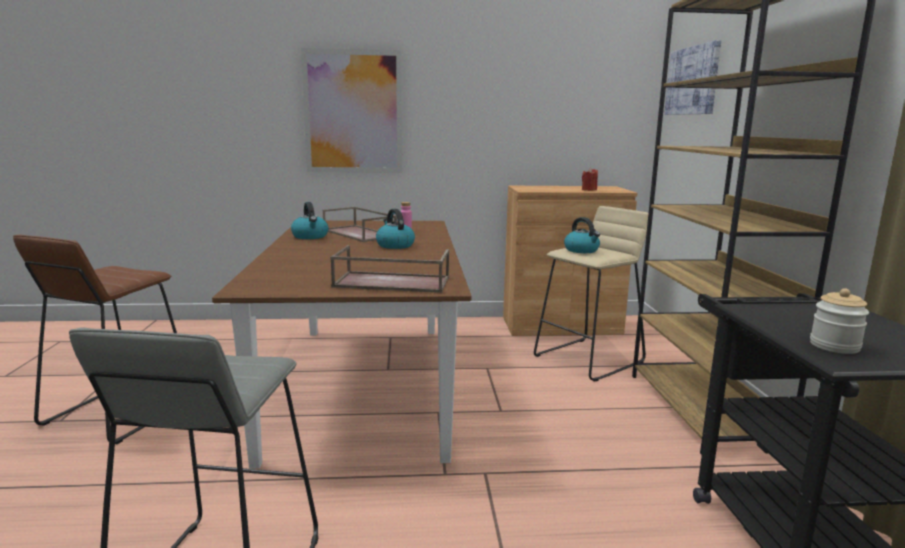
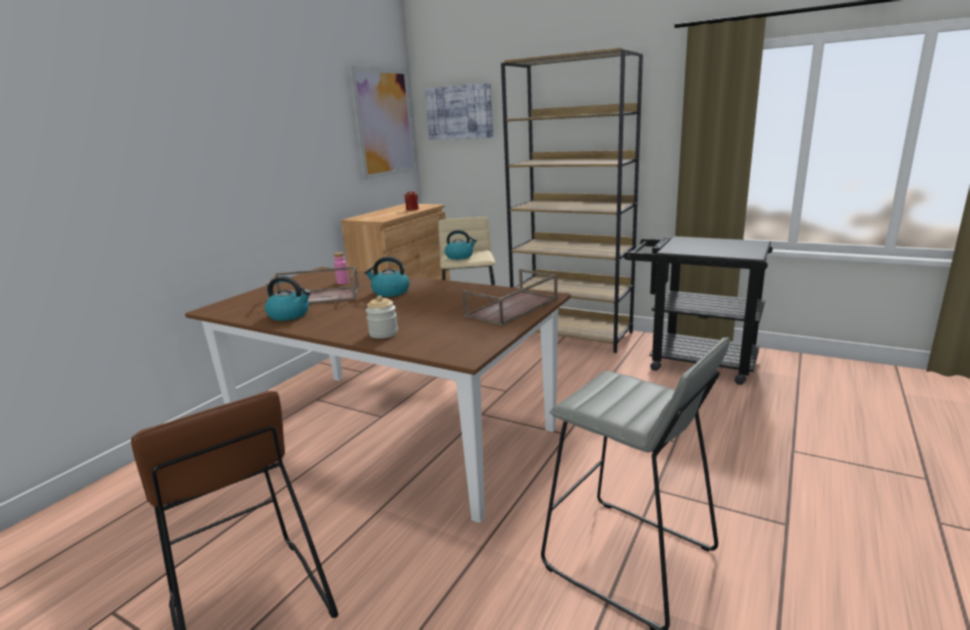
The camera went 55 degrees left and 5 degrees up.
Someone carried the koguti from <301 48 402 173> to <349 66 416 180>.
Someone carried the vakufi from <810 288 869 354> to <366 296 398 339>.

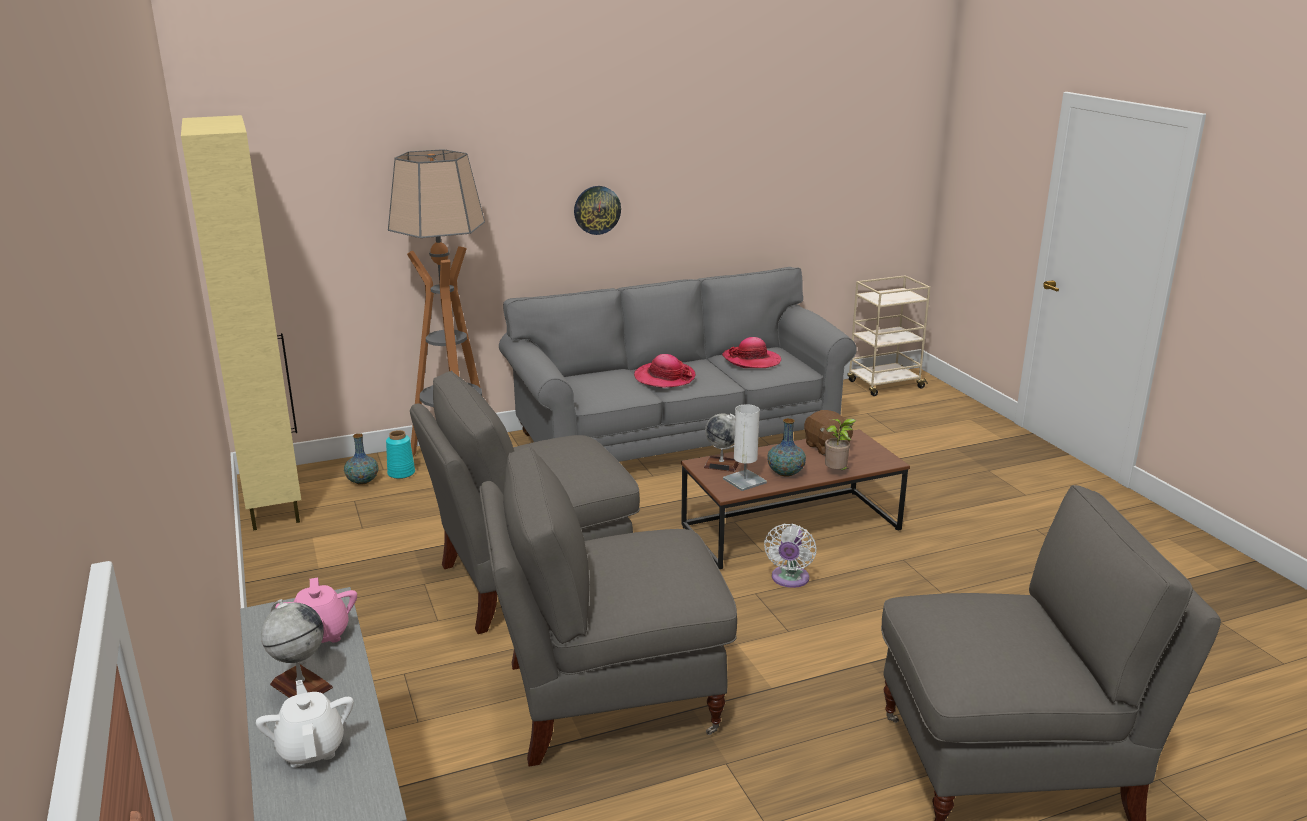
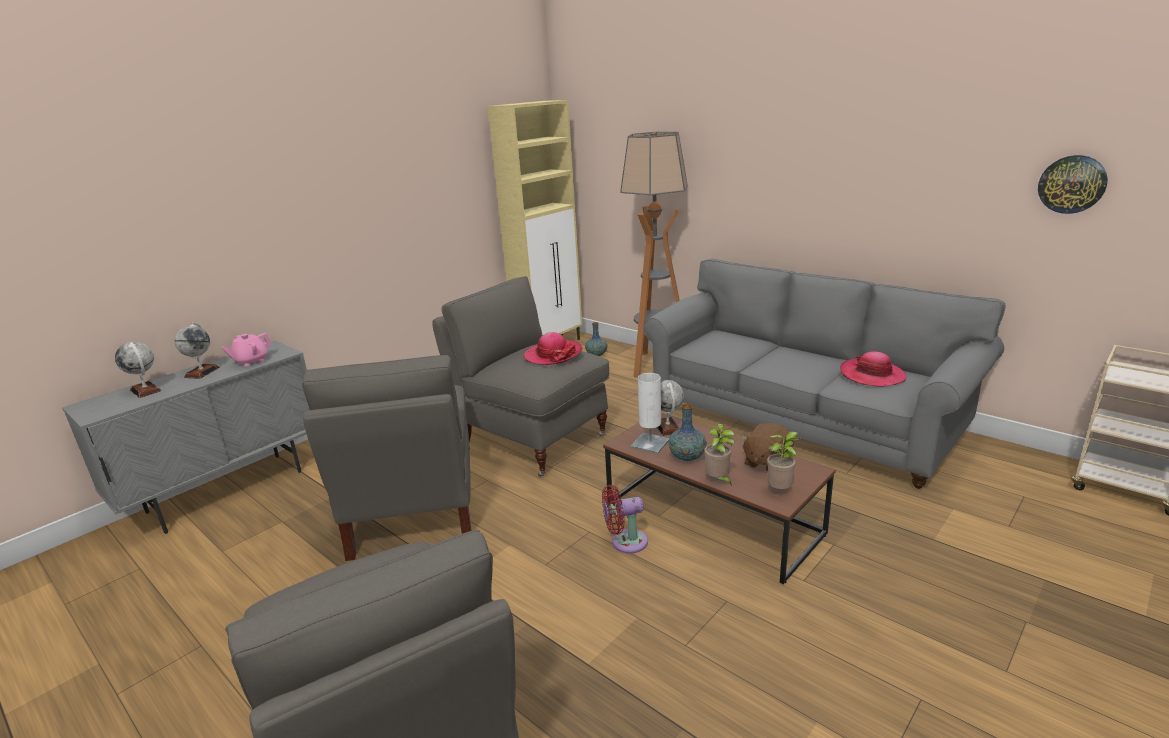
The camera went 65 degrees right and 0 degrees up.
Someone swapped the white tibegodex at <256 680 354 768> for the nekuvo at <115 342 162 398>.
Someone rotated the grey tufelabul at <479 446 737 767> by 150 degrees counterclockwise.
Someone carried the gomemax from <634 354 696 388> to <524 332 583 365>.
Someone repainted the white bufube at <764 523 816 588>, which became the red bufube at <602 485 648 554>.
Someone put down the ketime at <767 432 799 489>.
Someone carried the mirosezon from <574 186 621 235> to <1038 155 1108 214>.
Someone took away the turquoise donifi at <386 430 415 479>.

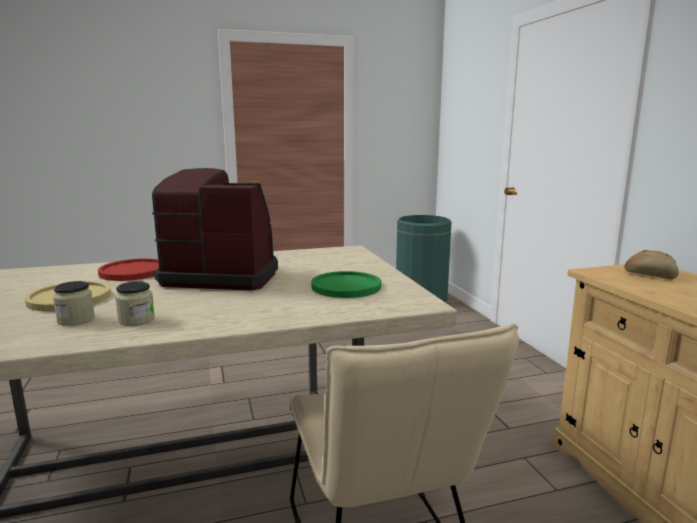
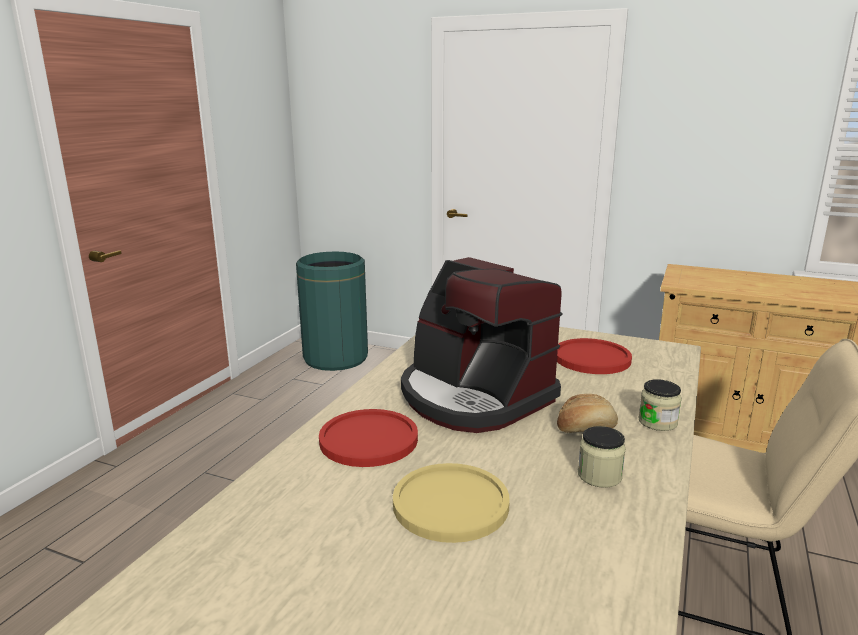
The camera went 50 degrees left and 5 degrees up.
Someone rotated the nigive at <152 168 278 291> by 90 degrees counterclockwise.
Someone repainted the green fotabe at <311 271 381 298>, which became the red fotabe at <557 338 632 374>.
Someone carried the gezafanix from <624 250 679 279> to <557 394 618 433>.
Someone carried the vakufi from <53 281 95 326> to <638 379 682 431>.

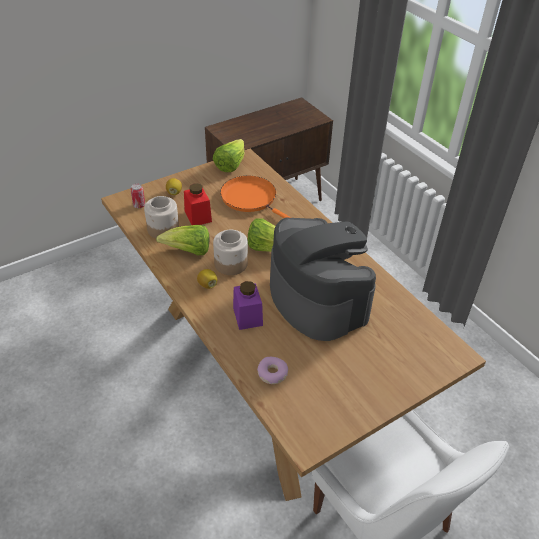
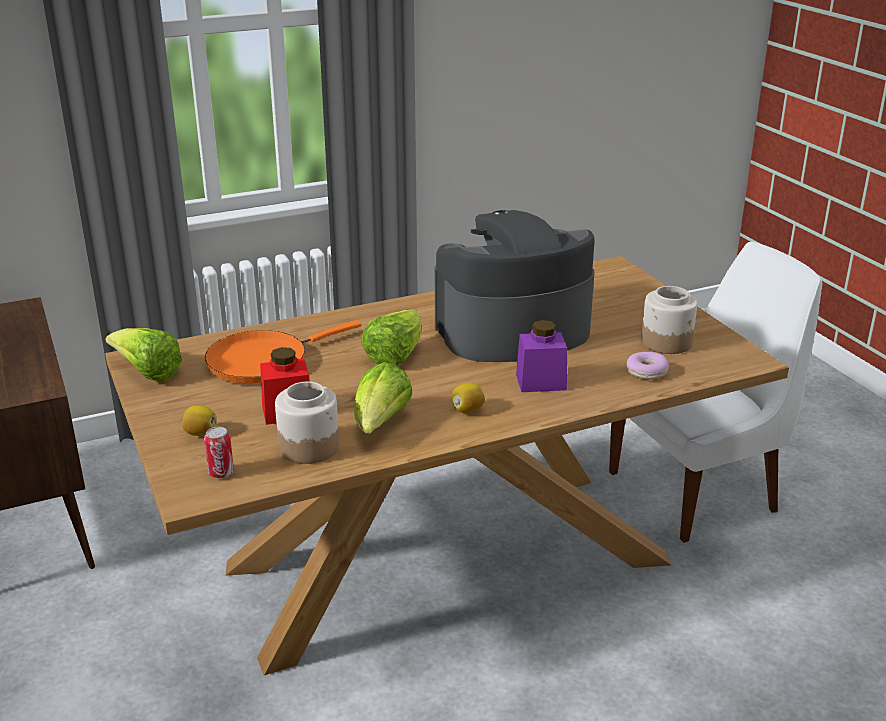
The camera went 80 degrees left and 15 degrees down.
Someone carried the vakufi from <213 230 248 275> to <641 286 697 354>.

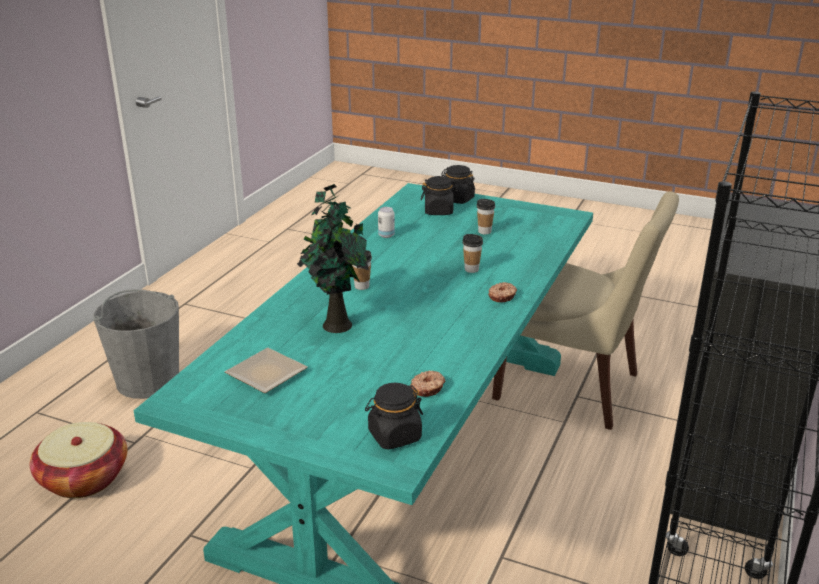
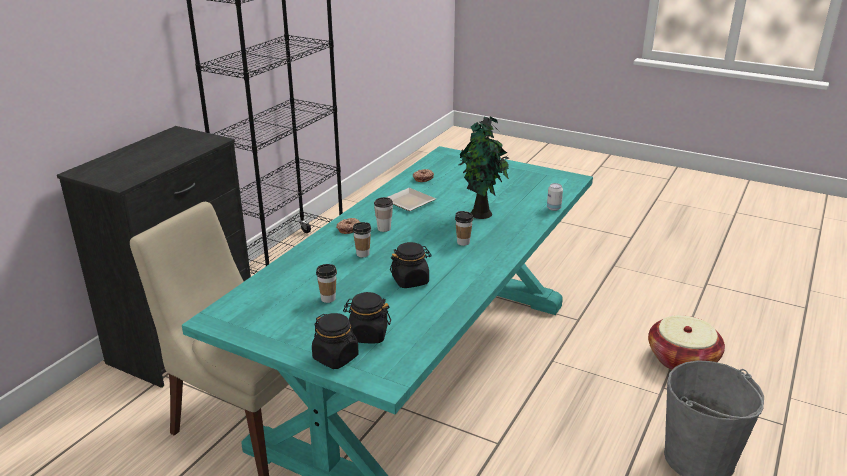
The camera went 175 degrees left and 0 degrees up.
Someone put down the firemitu at <374 197 393 232>.
Someone carried the fotabe from <225 348 308 393> to <387 188 436 211>.
Someone carried the black vakufi from <365 383 423 450> to <390 242 432 288>.
Someone carried the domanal from <378 207 395 238> to <547 183 563 211>.

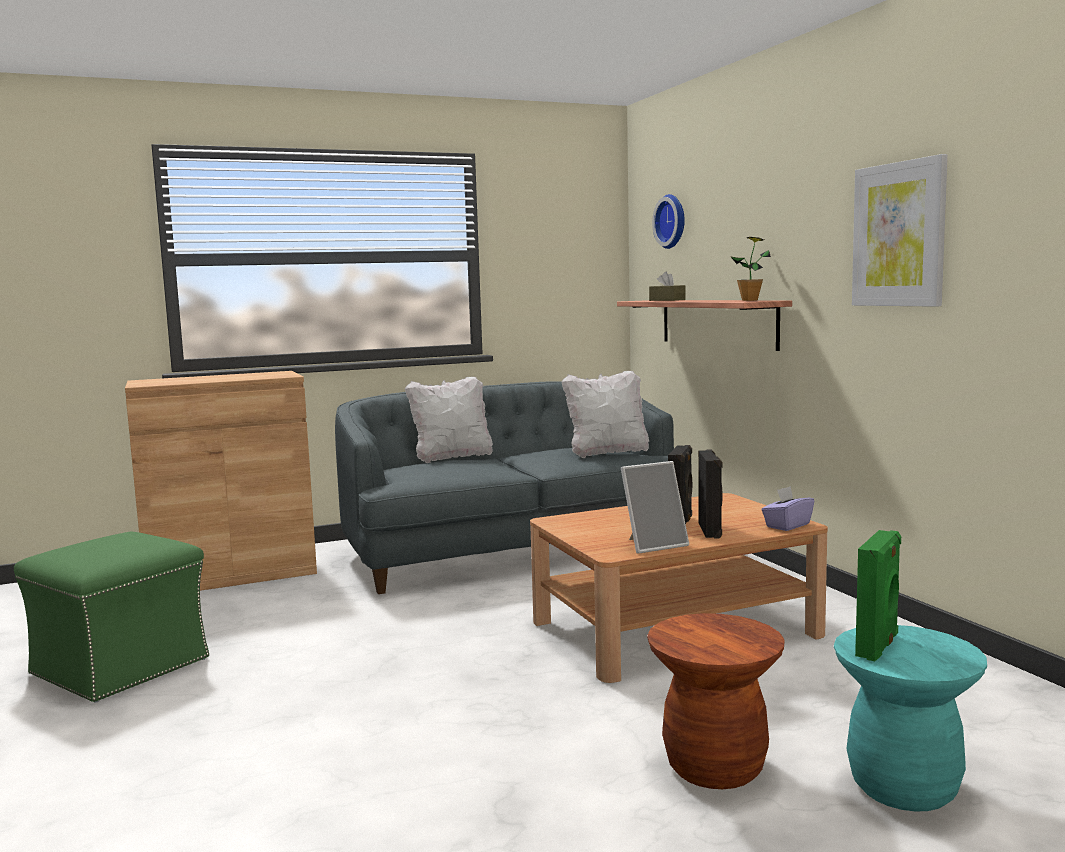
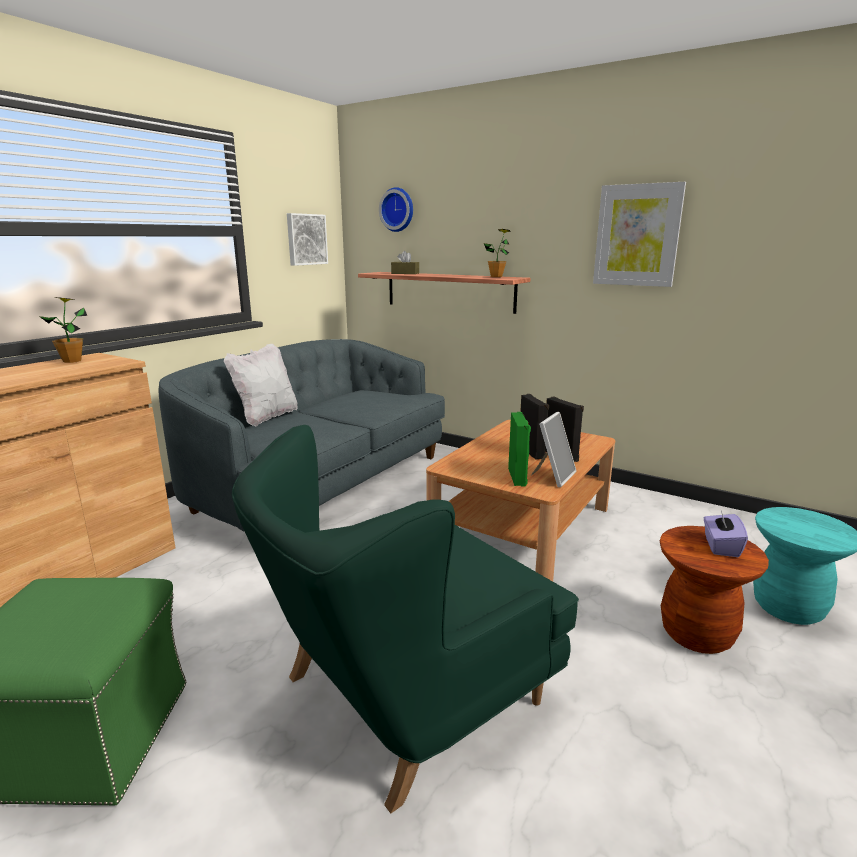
The camera went 35 degrees left and 10 degrees up.
Someone put down the ketime at <39 297 87 363>.
Someone put down the green tufelabul at <232 425 579 814>.
Someone put up the koguti at <287 213 328 266>.
Someone carried the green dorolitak from <855 530 901 661> to <508 412 531 487>.
Someone carried the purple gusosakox from <761 486 814 531> to <704 511 748 557>.
Someone took away the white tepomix at <562 371 649 458>.

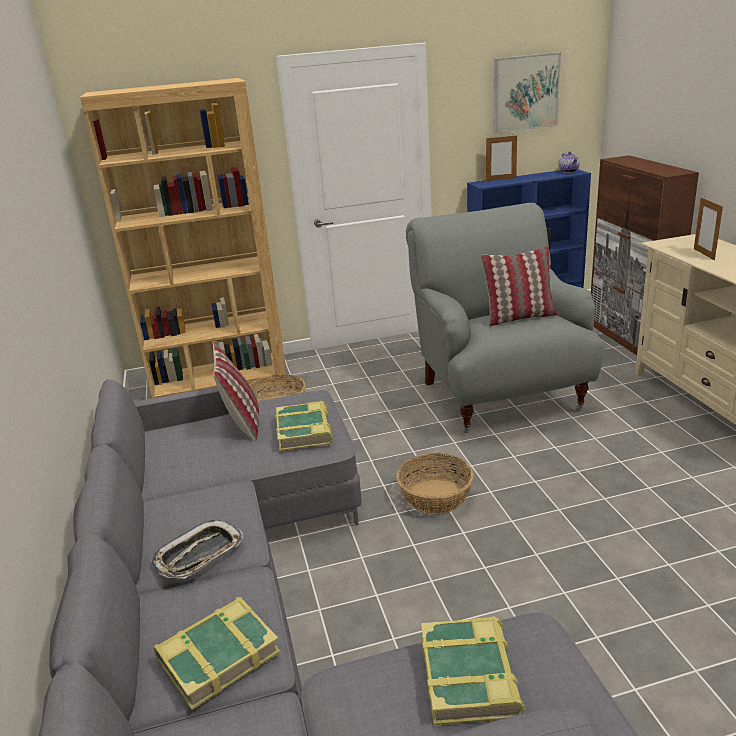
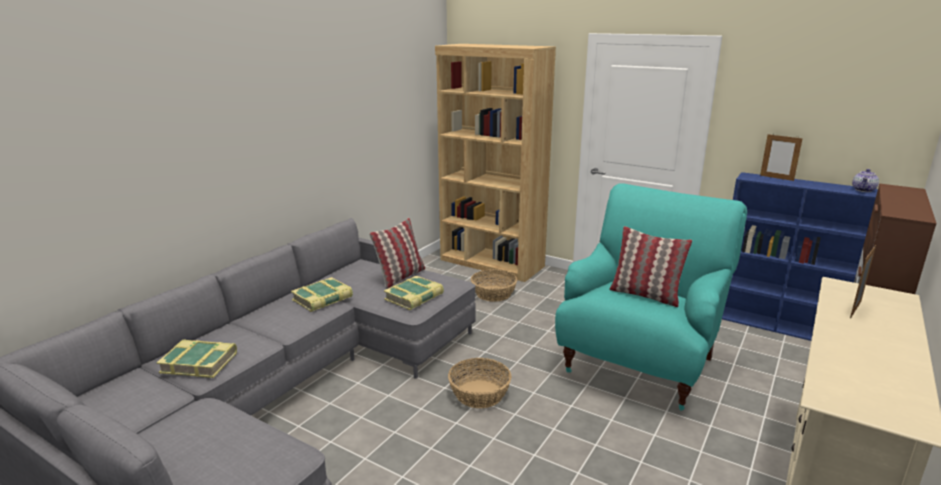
The camera went 45 degrees right and 5 degrees down.
Someone carried the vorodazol from <421 616 525 726> to <291 277 353 312>.
Someone repainted the grey tufelabul at <406 203 604 433>, which became the turquoise tufelabul at <555 183 747 410>.
Someone took away the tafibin at <151 520 243 579>.
Someone took away the koguti at <494 52 561 133>.

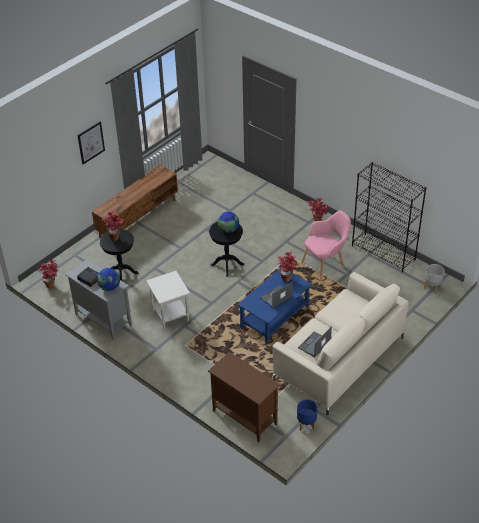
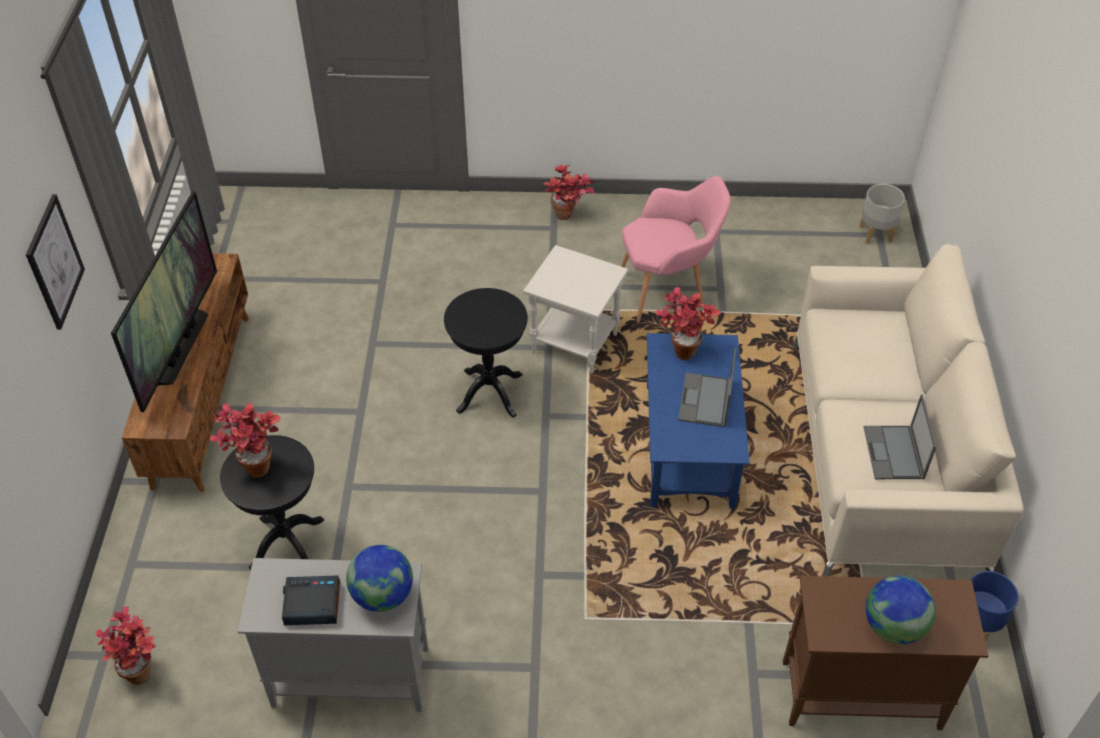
The camera went 40 degrees left and 5 degrees up.
Someone put down the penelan at <111 191 217 412>.
Someone carried the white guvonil from <146 271 190 330> to <523 245 628 374>.
Someone rotated the pink tufelabul at <301 210 351 282> by 60 degrees clockwise.
Someone carried the nekuvo from <218 211 239 233> to <866 576 935 644>.
Someone took away the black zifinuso at <352 162 426 273>.

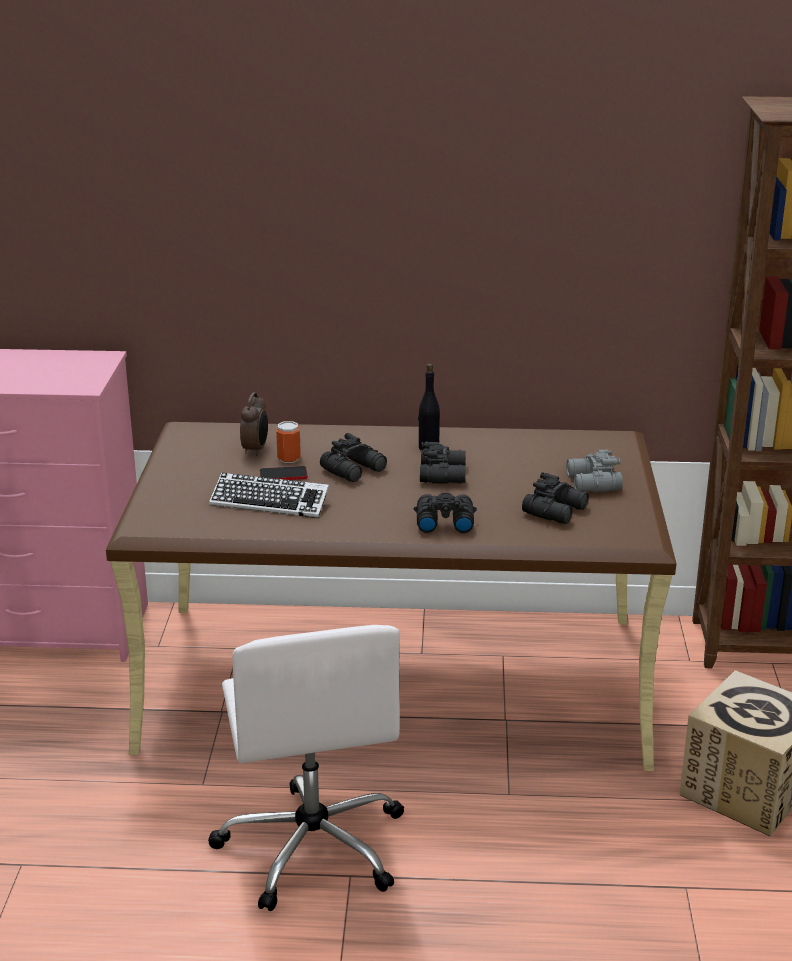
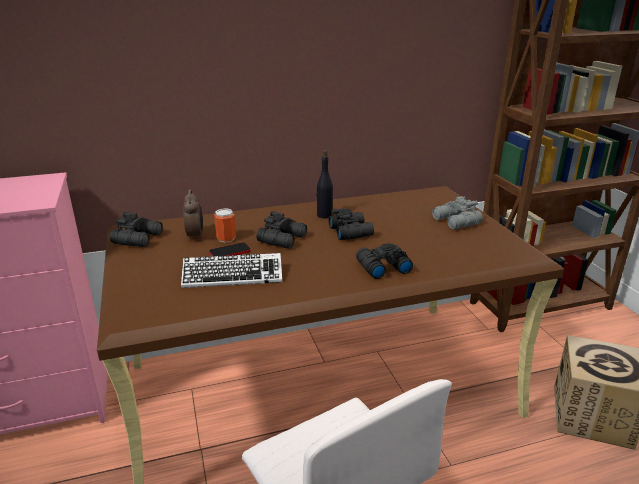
The camera went 20 degrees left and 0 degrees up.
Someone carried the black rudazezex from <522 472 589 524> to <110 212 163 247>.

